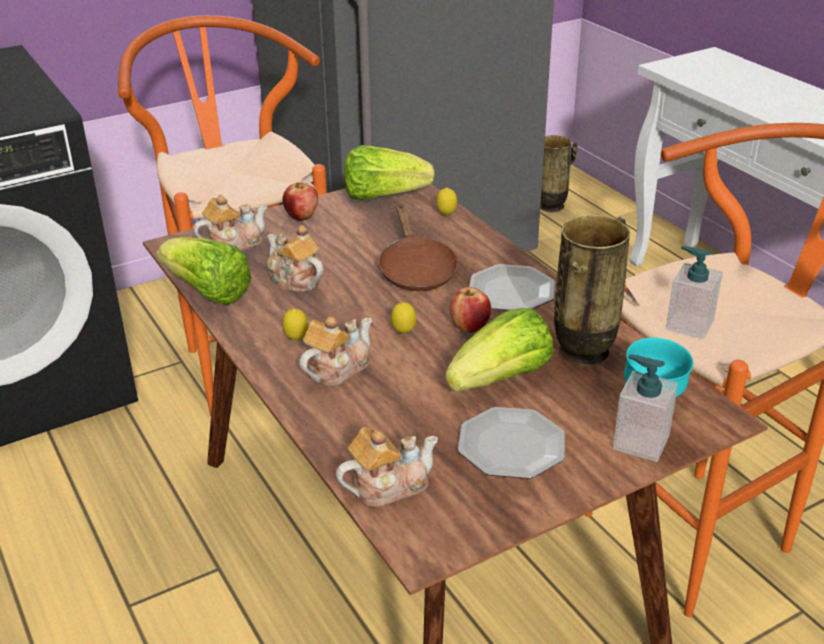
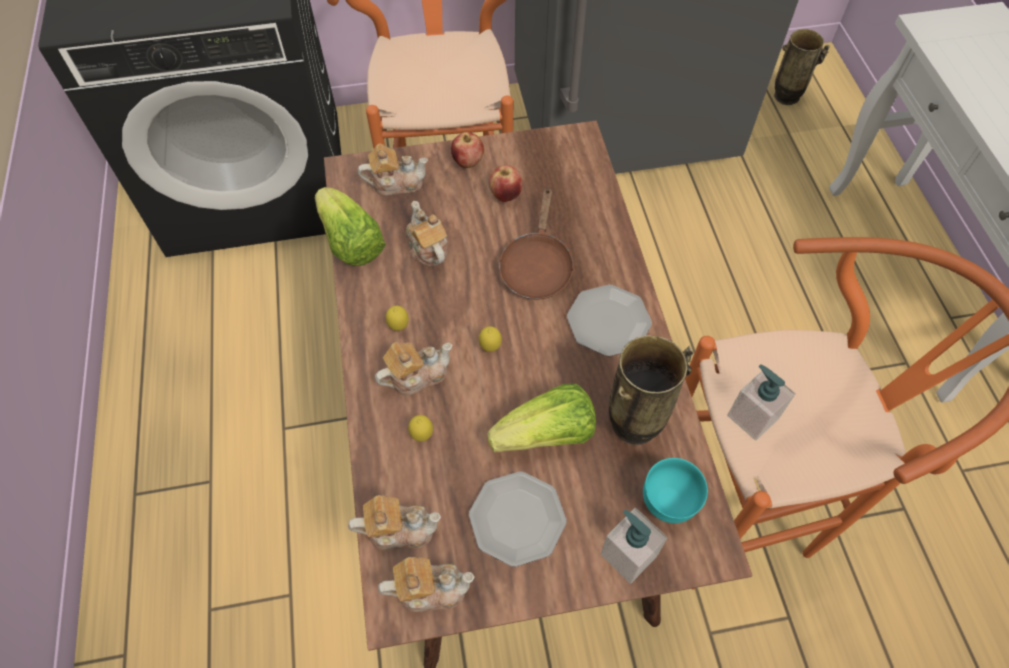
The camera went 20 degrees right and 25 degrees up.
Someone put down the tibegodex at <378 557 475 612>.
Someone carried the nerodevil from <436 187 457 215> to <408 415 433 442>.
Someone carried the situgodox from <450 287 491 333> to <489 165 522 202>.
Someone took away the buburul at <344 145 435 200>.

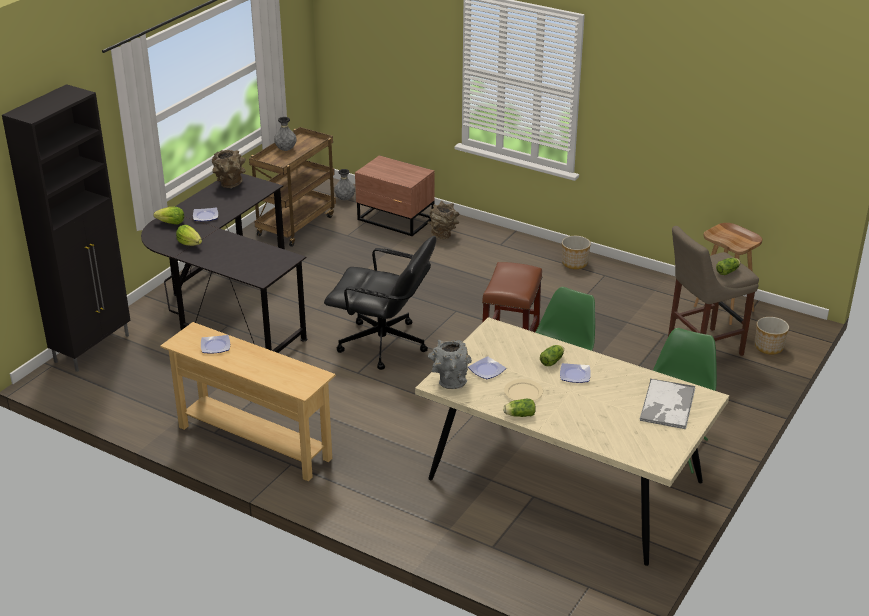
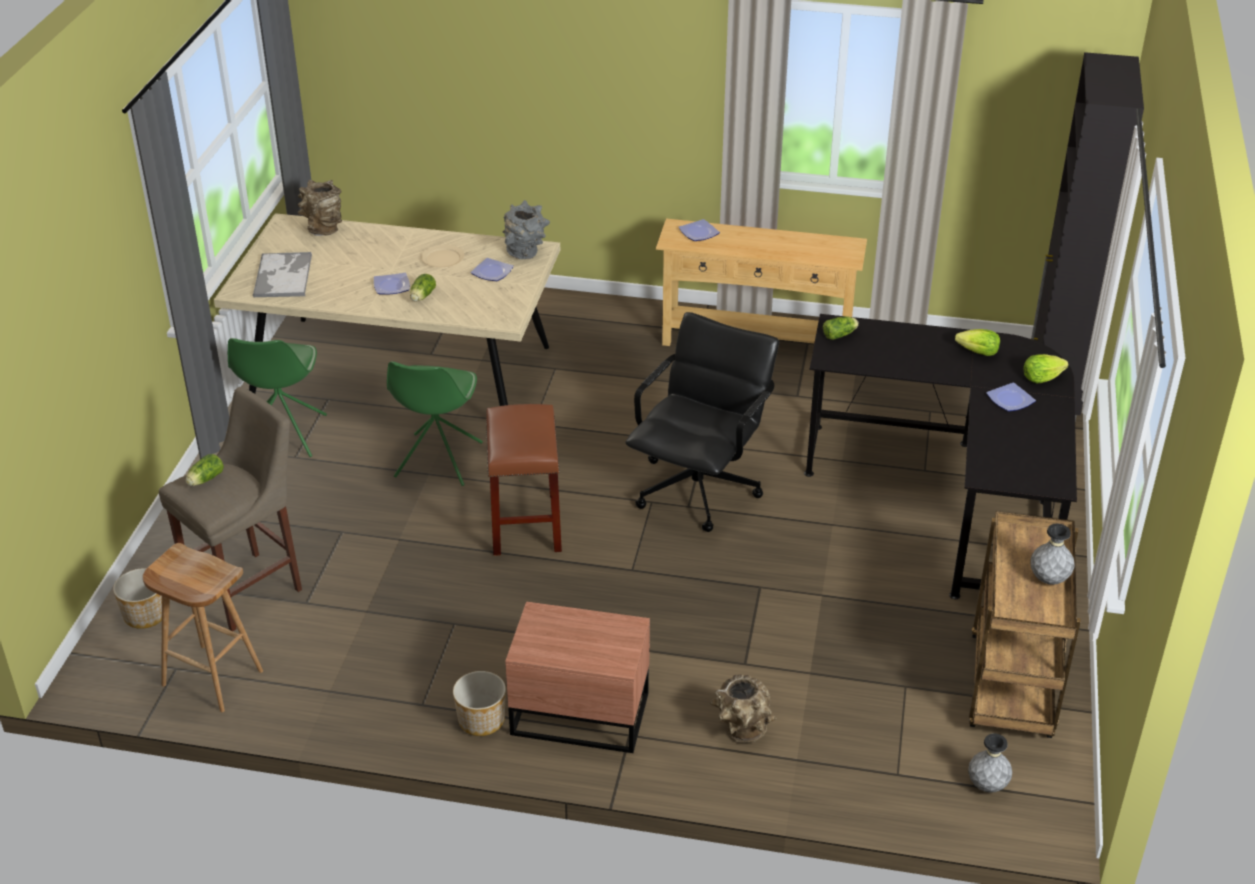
The camera went 160 degrees right and 5 degrees up.
Someone carried the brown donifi from <212 150 246 188> to <298 180 342 236>.
Someone carried the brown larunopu from <355 155 435 236> to <505 601 650 753>.
Someone rotated the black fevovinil at <324 236 436 370> by 120 degrees clockwise.
Someone carried the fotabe from <201 335 230 354> to <678 219 720 241>.
Someone carried the buburul from <503 399 536 417> to <823 316 859 340>.

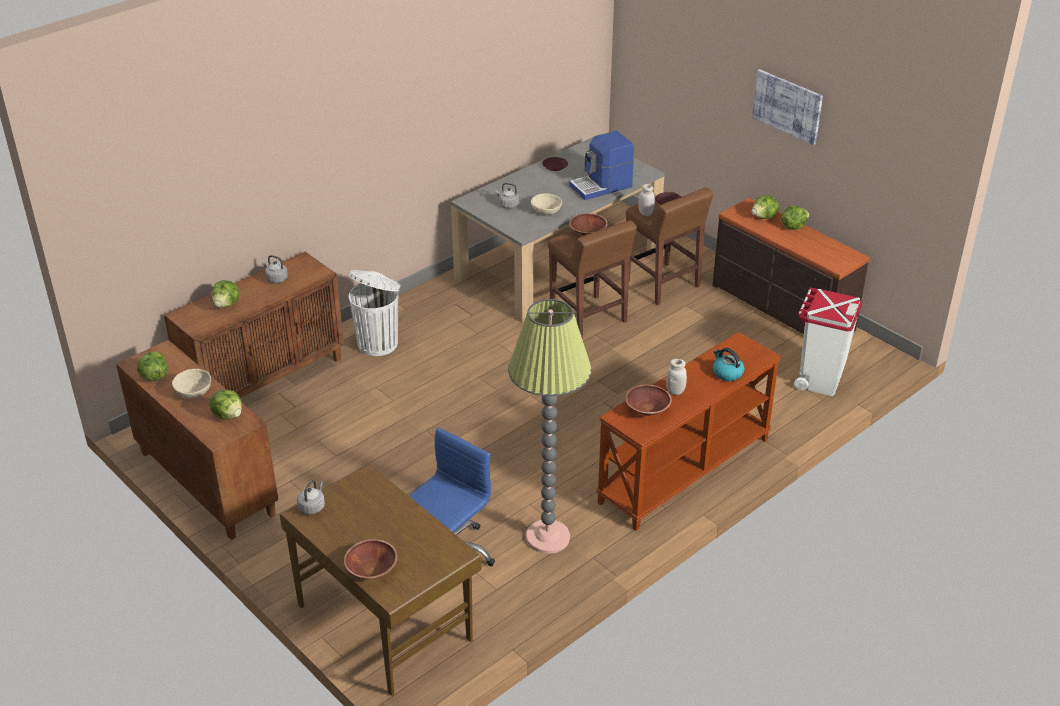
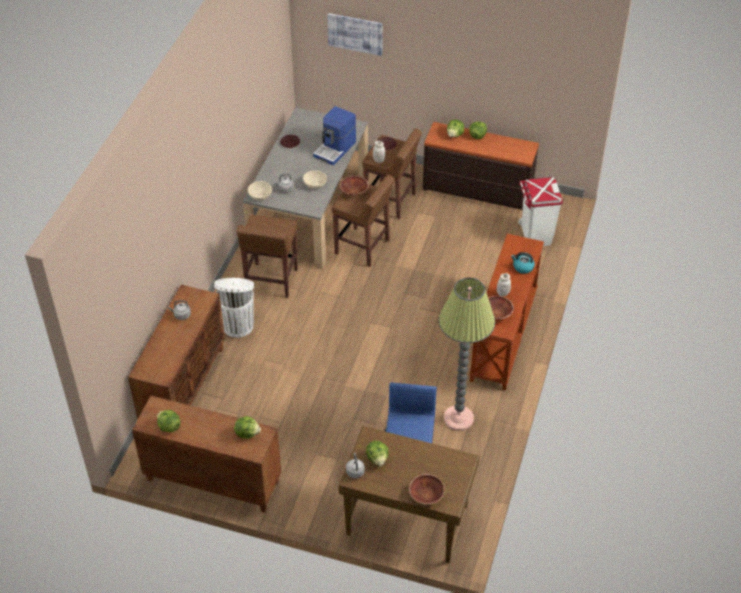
The camera went 30 degrees left and 10 degrees up.
Someone put down the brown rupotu at <236 215 298 298>.
Someone carried the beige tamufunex from <172 369 211 398> to <248 181 272 201>.
Someone carried the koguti from <752 69 823 145> to <327 13 383 56>.
Someone carried the buburul from <211 280 239 307> to <366 441 389 466>.

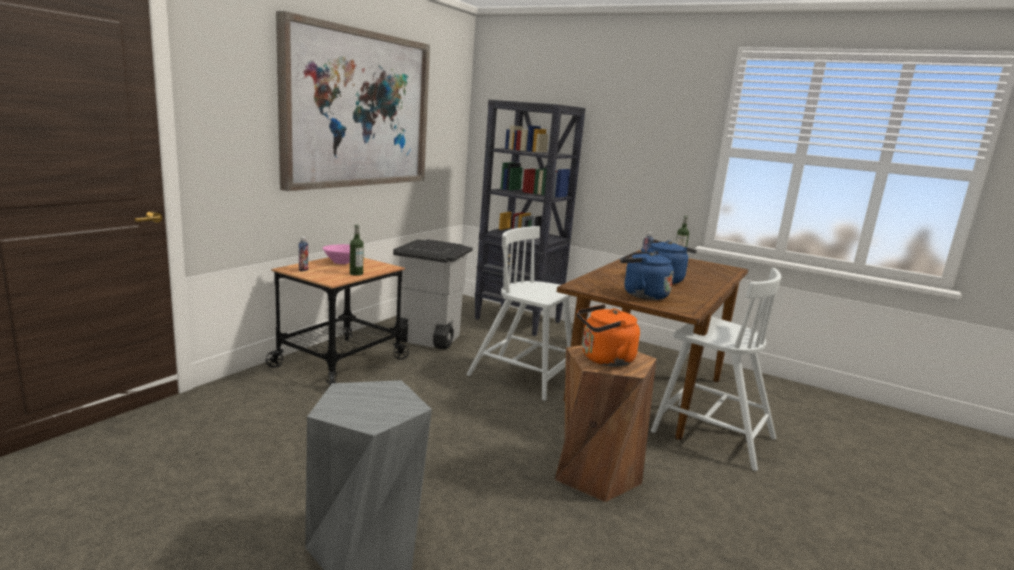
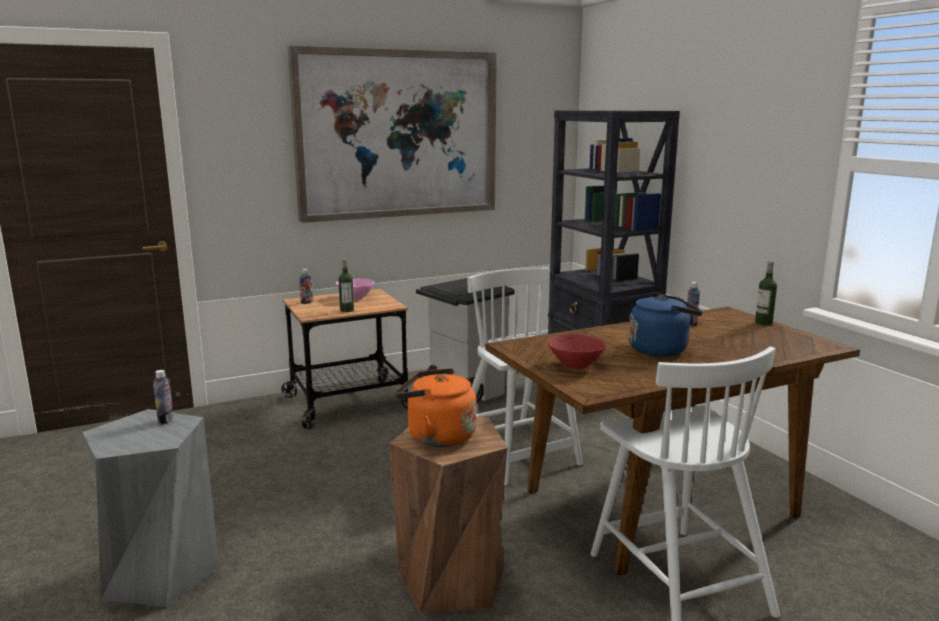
The camera went 35 degrees right and 0 degrees up.
Someone put down the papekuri at <153 370 174 425>.
Someone swapped the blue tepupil at <620 251 674 300> for the red tamufunex at <548 334 606 369>.

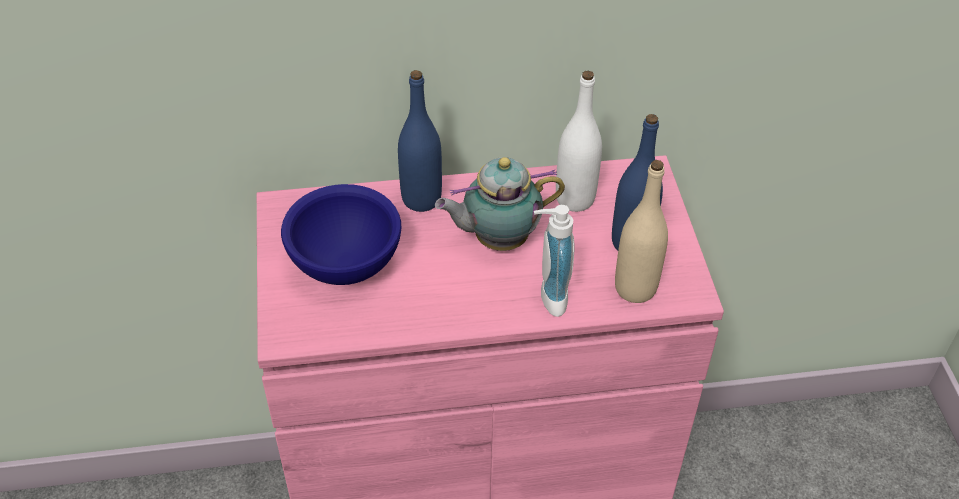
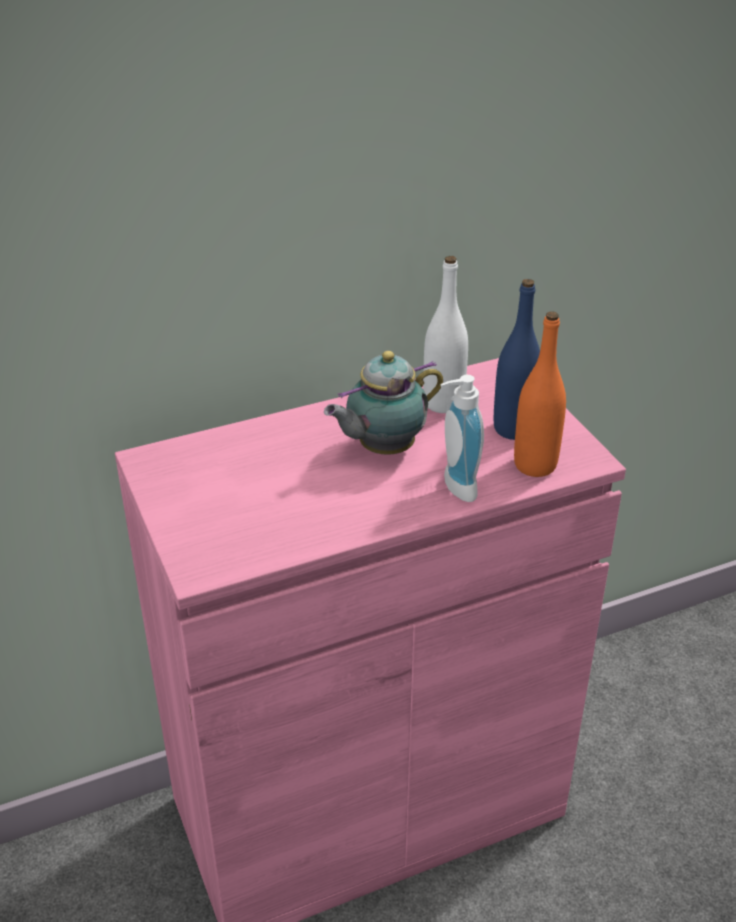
The camera went 15 degrees left and 10 degrees down.
Someone repainted the beige papekuri at <615 160 668 303>, which became the orange papekuri at <514 312 566 477>.
Someone took away the blue tamufunex at <281 184 401 285>.
Someone took away the blue papekuri at <398 70 442 212>.

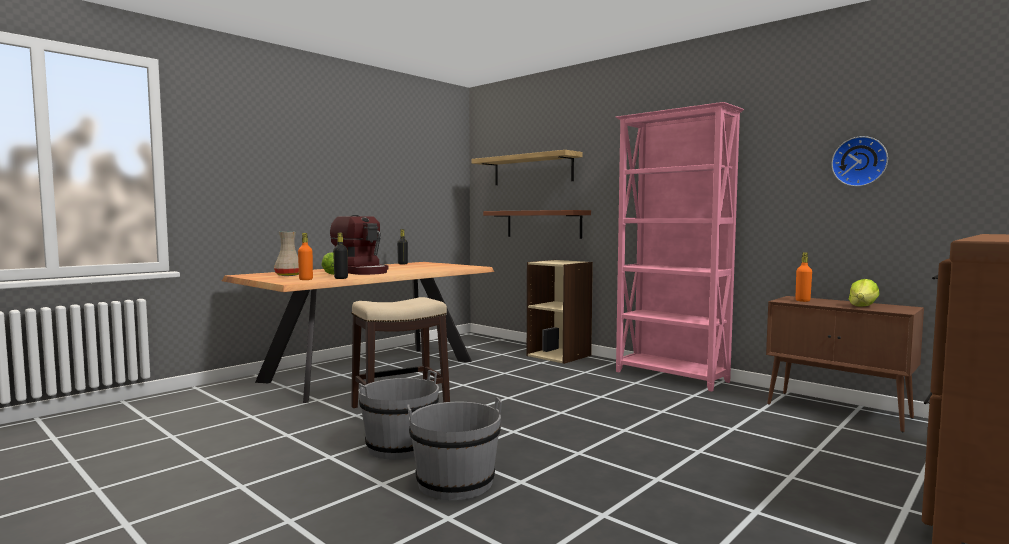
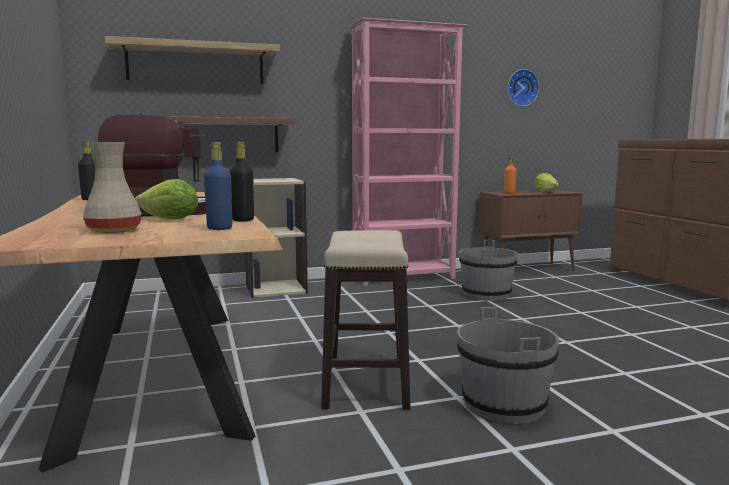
The camera went 60 degrees left and 5 degrees up.
Someone repainted the orange papekuri at <298 233 313 280>, which became the blue papekuri at <204 142 232 230>.
Someone carried the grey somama from <407 397 502 500> to <459 240 518 301>.

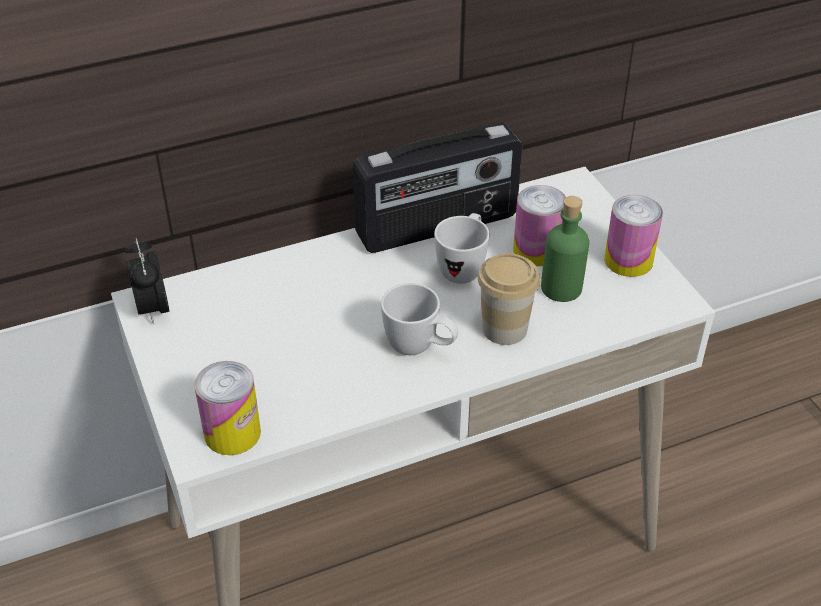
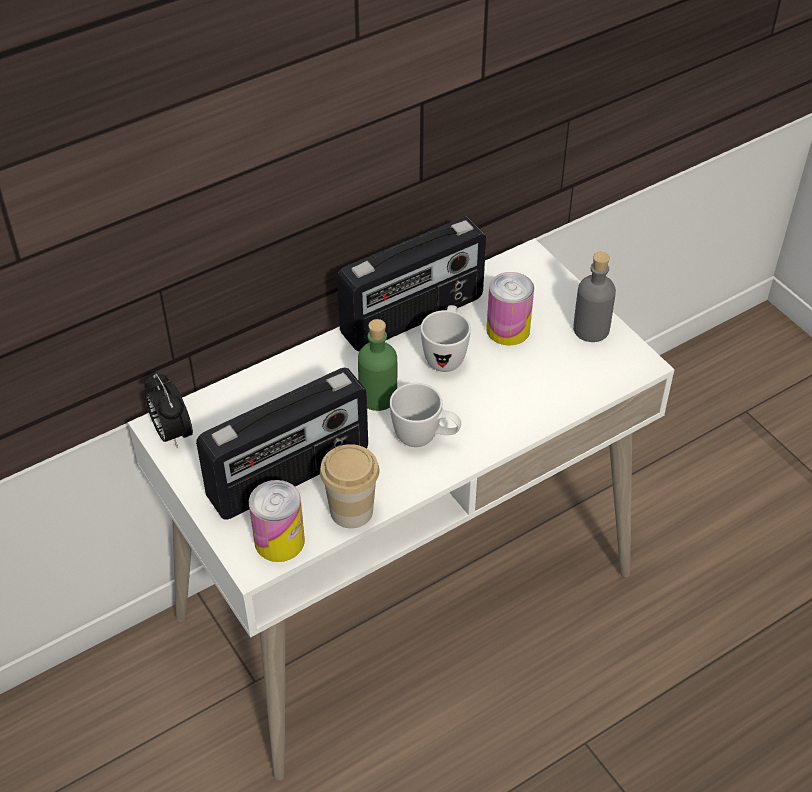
The camera went 10 degrees left and 5 degrees up.
Someone put down the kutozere at <196 367 368 520>.
Someone carried the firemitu from <478 253 540 345> to <320 444 379 528>.
Someone carried the green papekuri from <541 196 589 302> to <358 319 397 411>.
Someone swapped the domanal at <604 195 663 277> for the grey papekuri at <573 252 616 342>.

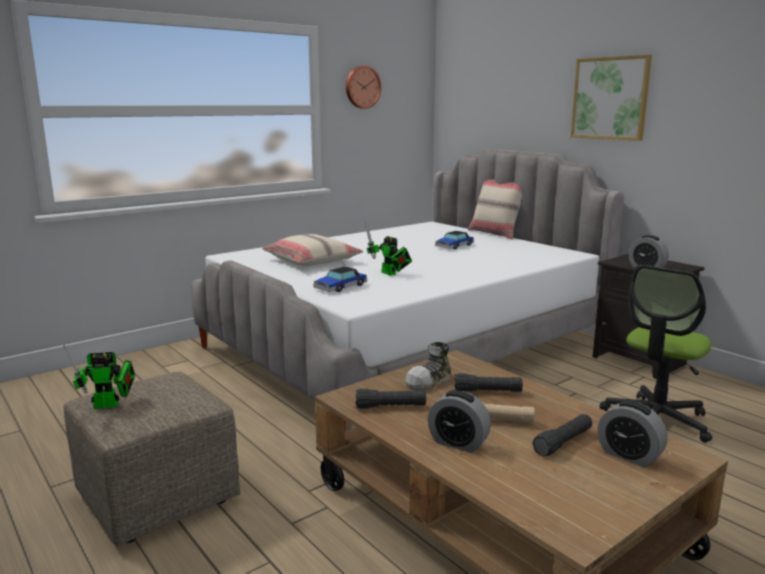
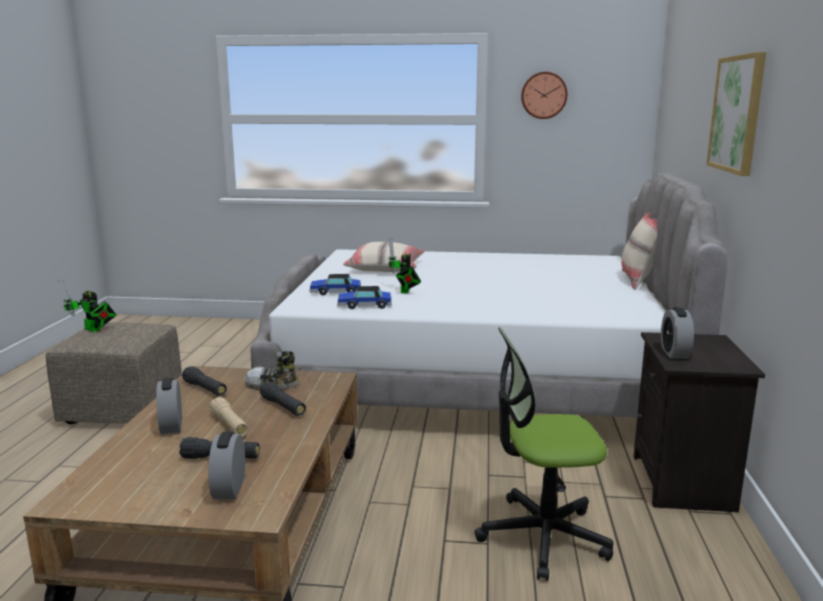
The camera went 45 degrees right and 0 degrees up.
Someone carried the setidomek from <435 231 474 249> to <337 286 392 309>.

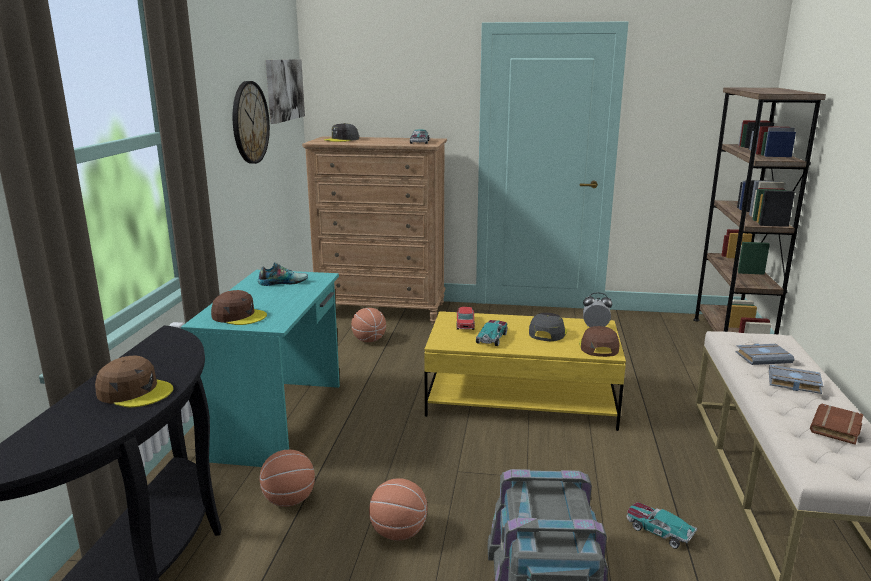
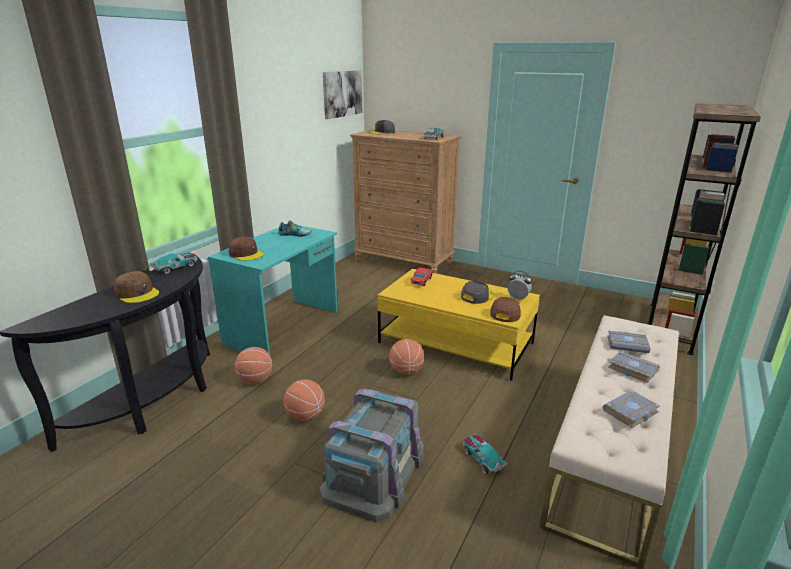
The camera went 20 degrees right and 5 degrees up.
Someone carried the setidomek from <476 320 508 346> to <150 252 197 274>.
Someone carried the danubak from <351 308 386 342> to <389 339 424 374>.
Someone repainted the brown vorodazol at <810 404 863 445>, which became the grey vorodazol at <603 390 660 428>.
Someone took away the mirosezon at <233 81 270 164>.

